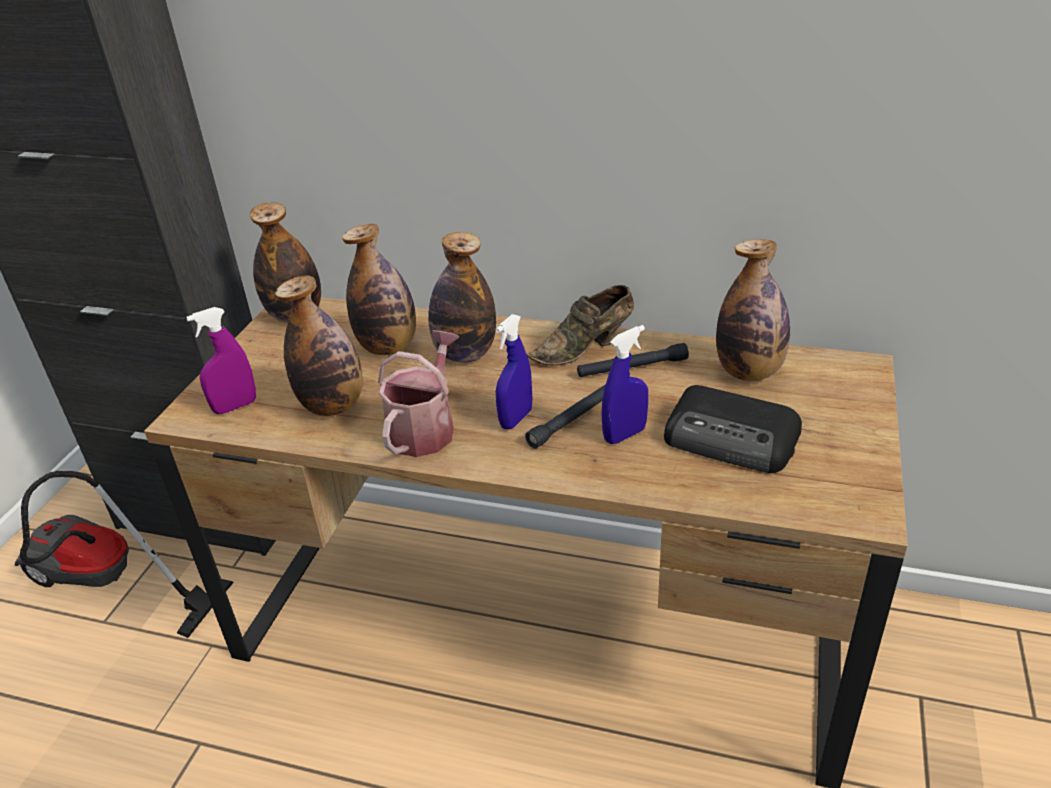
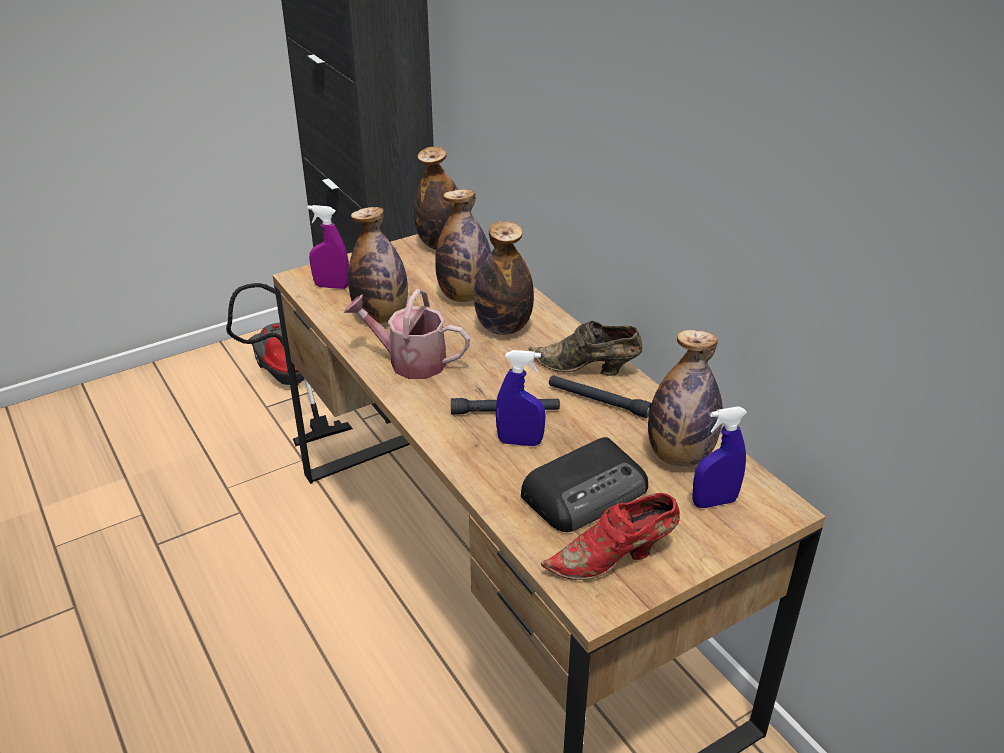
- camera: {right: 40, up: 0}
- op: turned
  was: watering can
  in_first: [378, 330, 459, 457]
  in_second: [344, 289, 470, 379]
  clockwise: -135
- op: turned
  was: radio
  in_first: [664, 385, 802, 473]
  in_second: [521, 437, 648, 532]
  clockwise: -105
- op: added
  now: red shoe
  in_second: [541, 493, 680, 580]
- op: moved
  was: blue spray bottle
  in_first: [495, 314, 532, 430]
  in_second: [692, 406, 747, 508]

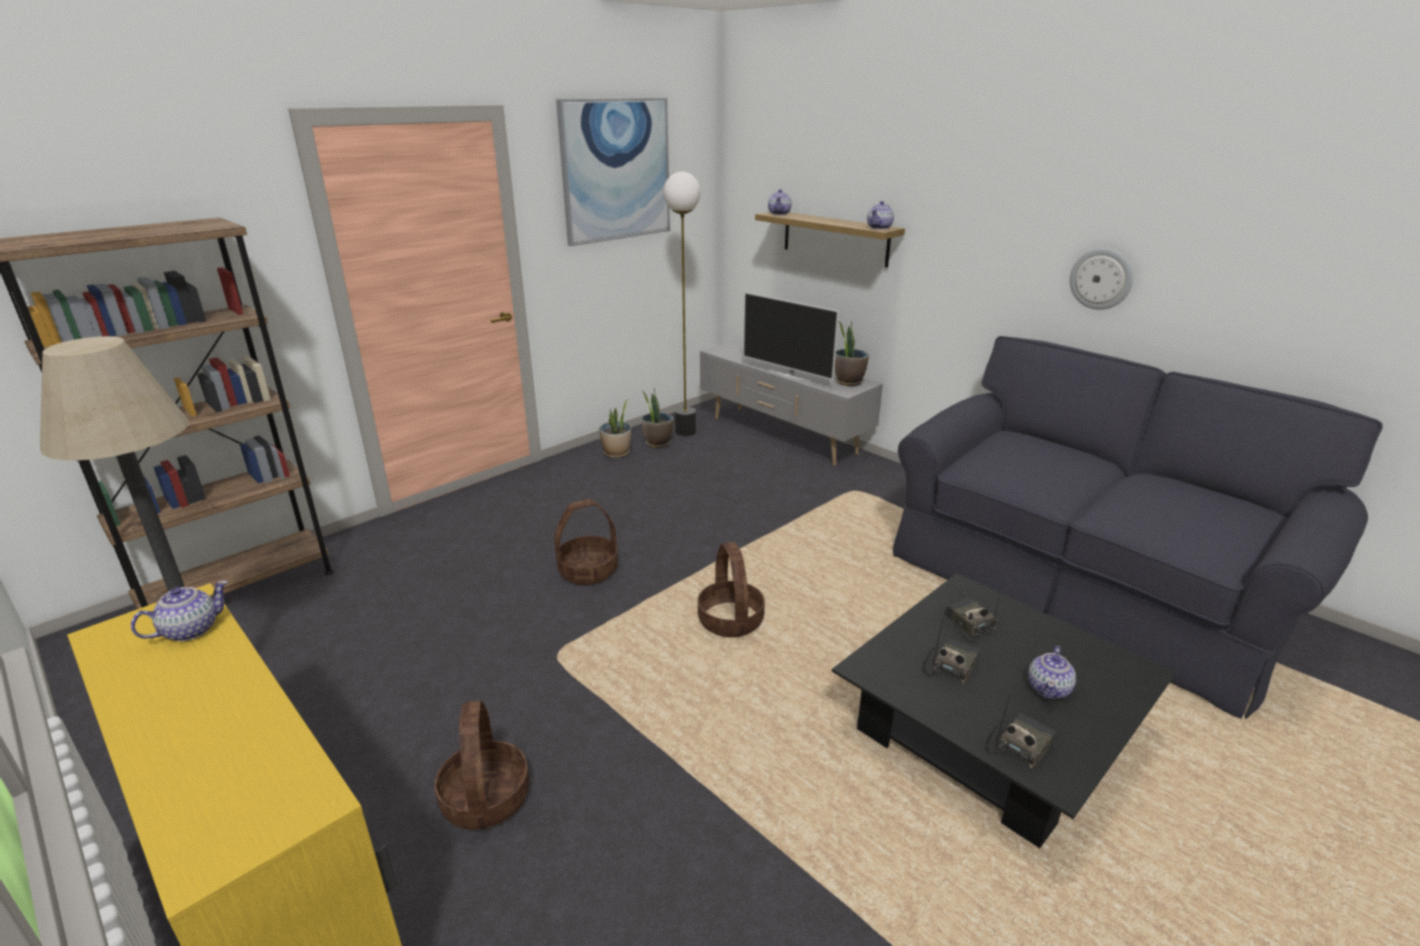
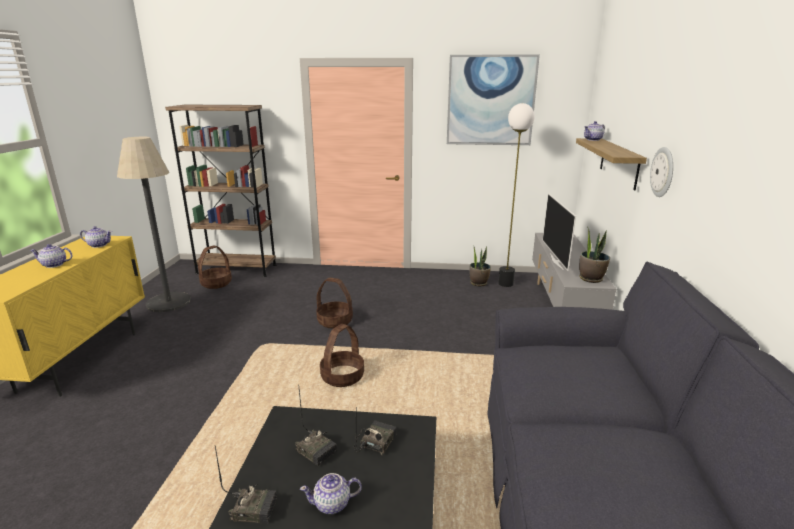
- camera: {right: 50, up: -5}
- op: moved
  was: teapot
  in_first: [867, 201, 894, 230]
  in_second: [30, 244, 72, 268]
- op: moved
  was: basket
  in_first: [435, 701, 530, 830]
  in_second: [198, 245, 232, 289]
- op: turned
  was: radio
  in_first: [922, 617, 980, 684]
  in_second: [295, 389, 337, 466]
  clockwise: 45
- op: moved
  was: wall clock
  in_first: [1070, 248, 1133, 310]
  in_second: [650, 147, 673, 197]
- op: removed
  was: potted plant
  in_first: [599, 399, 631, 458]

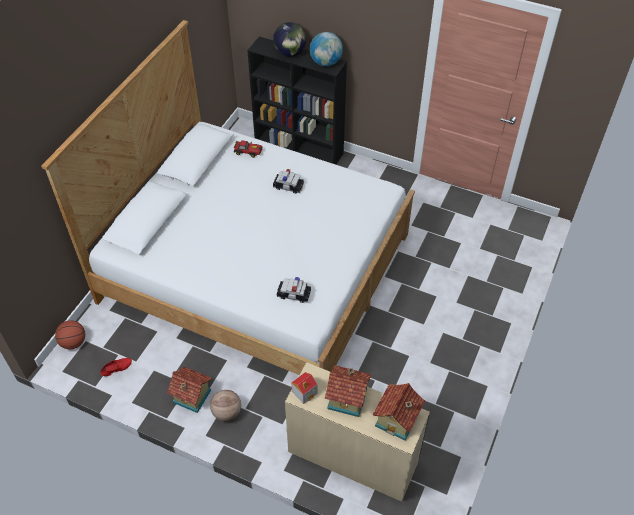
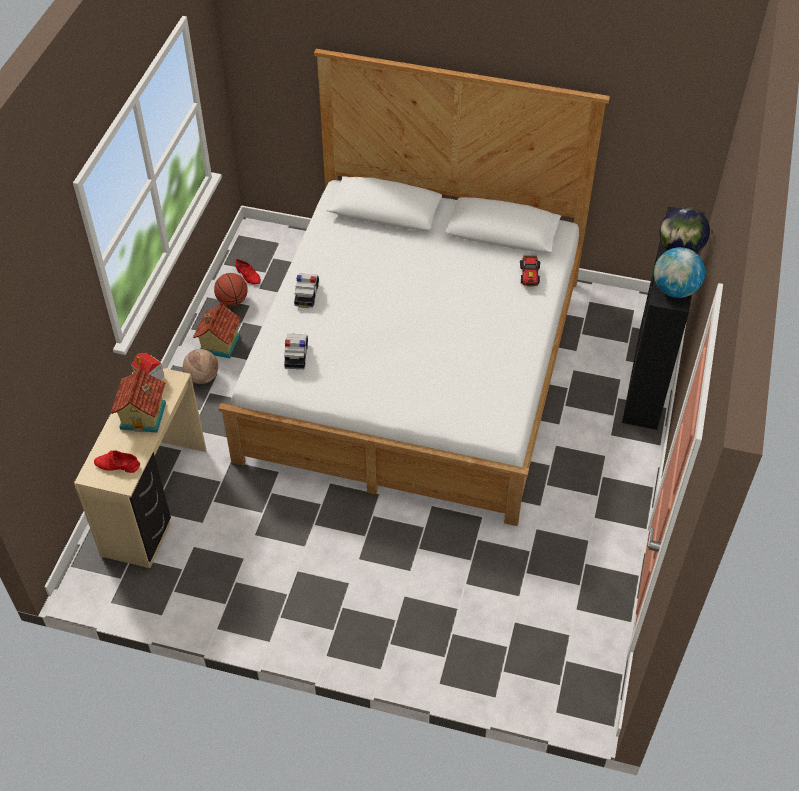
- camera: {right: 80, up: 0}
- op: replaced
  was: toy house
  now: red shoe
  in_first: [373, 383, 425, 441]
  in_second: [94, 451, 140, 473]
- op: moved
  was: basketball
  in_first: [55, 320, 85, 349]
  in_second: [214, 273, 248, 306]
- op: moved
  was: toy car
  in_first: [273, 169, 304, 193]
  in_second: [294, 273, 319, 308]

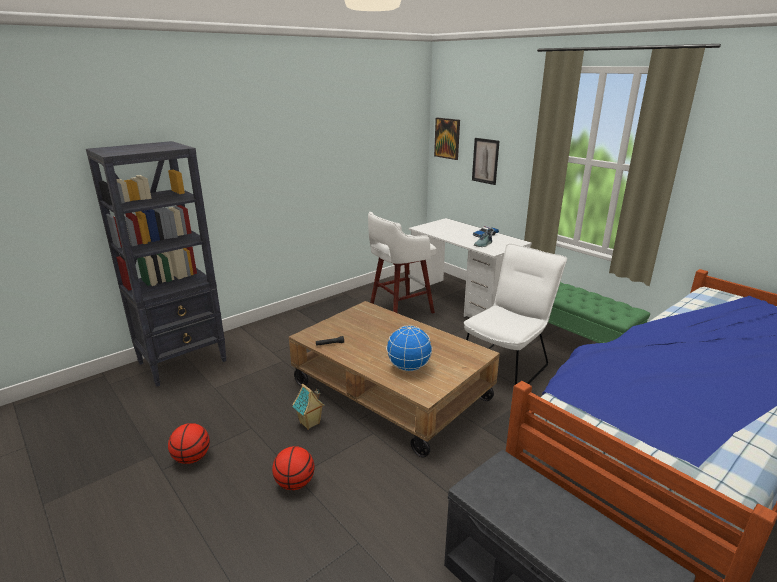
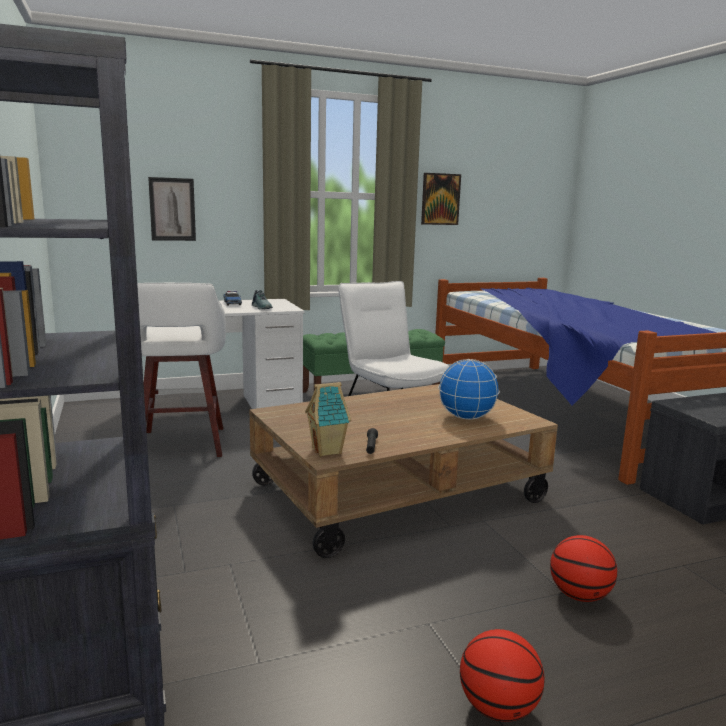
- camera: {right: -70, up: -10}
- op: moved
  was: toy house
  in_first: [292, 383, 325, 430]
  in_second: [305, 382, 351, 456]
- op: moved
  was: picture
  in_first: [434, 118, 460, 160]
  in_second: [421, 173, 461, 225]

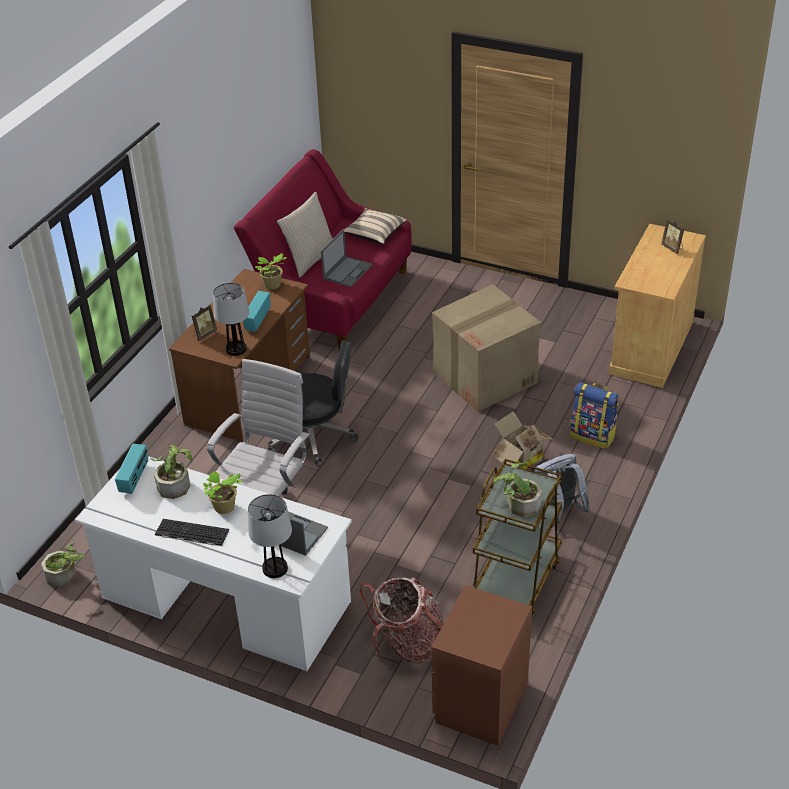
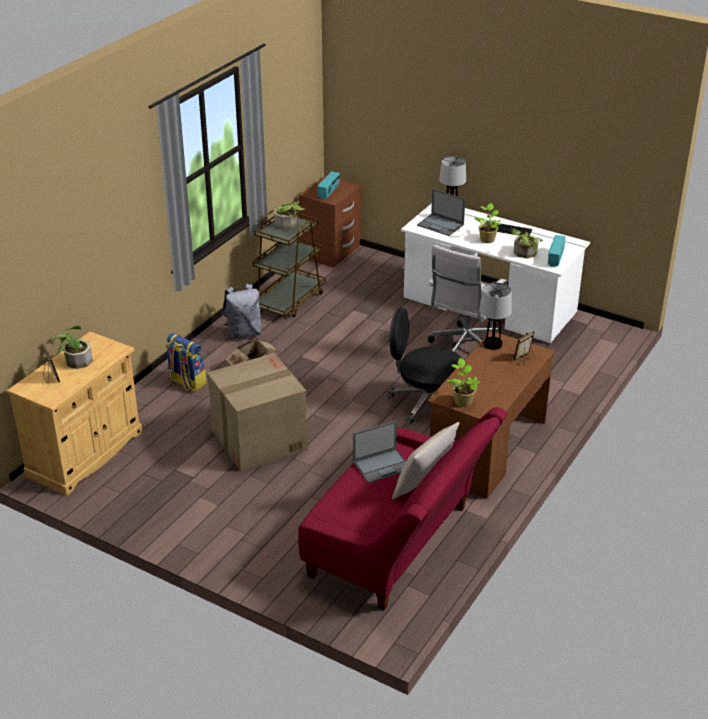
- camera: {right: -175, up: -5}
- op: moved
  was: potted plant
  in_first: [41, 542, 85, 587]
  in_second: [51, 325, 93, 369]
- op: moved
  was: radio
  in_first: [243, 291, 271, 332]
  in_second: [317, 171, 340, 199]
- op: turned
  was: laptop
  in_first: [321, 229, 373, 287]
  in_second: [353, 420, 406, 483]
  clockwise: -150
- op: removed
  was: beige pillow
  in_first: [344, 208, 407, 244]
- op: removed
  was: backpack
  in_first: [359, 577, 444, 668]

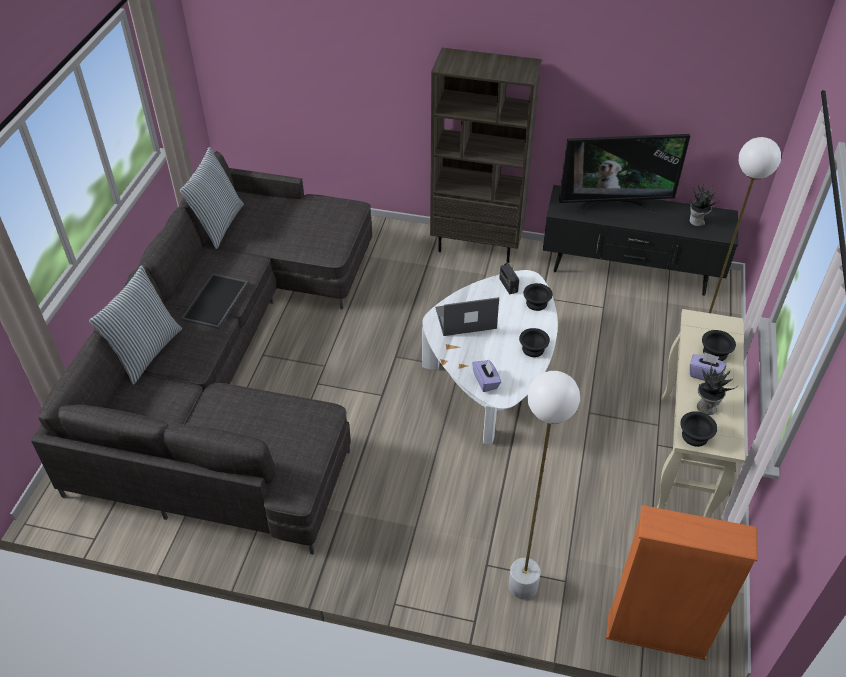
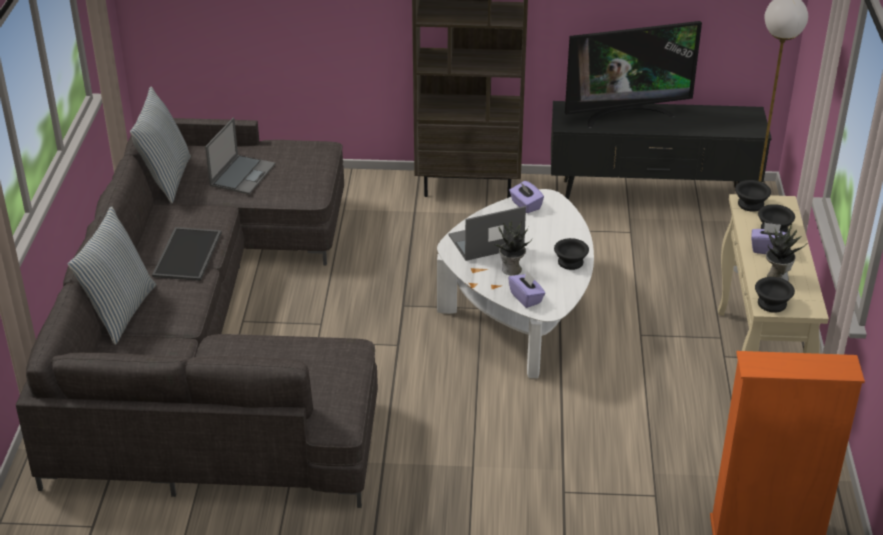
- camera: {right: -10, up: -10}
- op: added
  now: laptop
  in_second: [205, 118, 276, 194]
- op: moved
  was: potted plant
  in_first: [689, 184, 719, 226]
  in_second: [496, 221, 531, 275]
- op: replaced
  was: radio
  now: purple tissue box
  in_first: [499, 263, 519, 295]
  in_second: [509, 181, 544, 213]
- op: moved
  was: black bowl
  in_first: [523, 283, 553, 311]
  in_second: [735, 180, 771, 212]
- op: removed
  was: white floor lamp
  in_first: [508, 371, 580, 600]

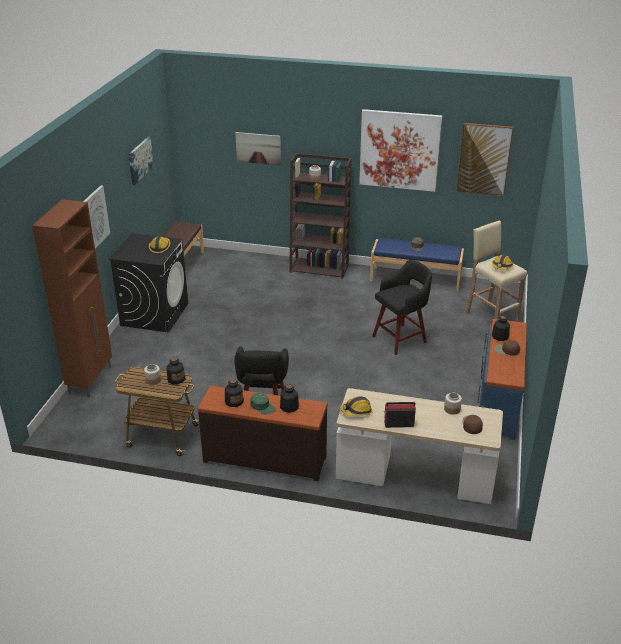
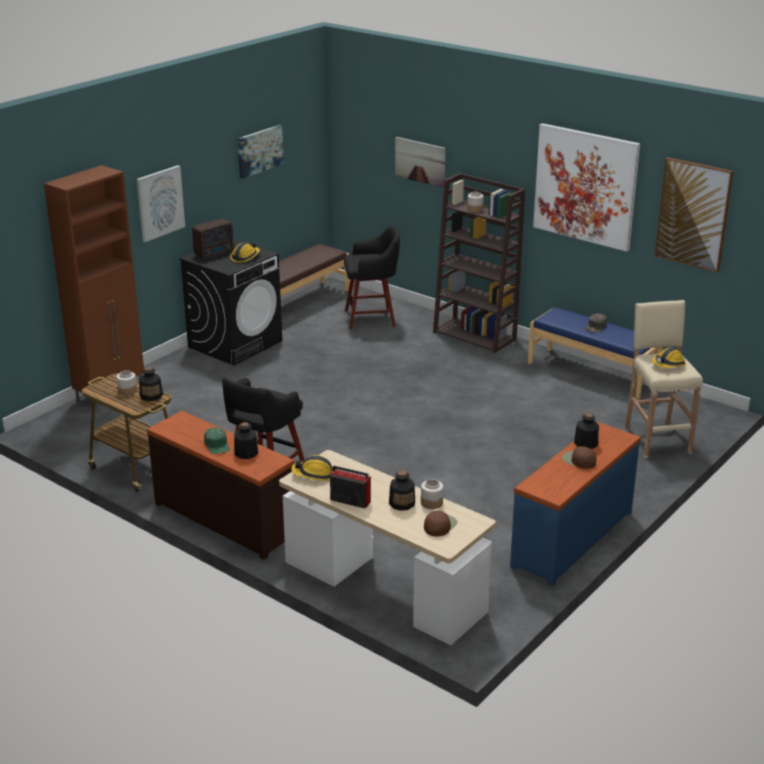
- camera: {right: 25, up: -5}
- op: added
  now: radio
  in_second: [192, 219, 234, 259]
- op: moved
  was: black stool
  in_first: [372, 260, 432, 355]
  in_second: [344, 226, 400, 329]
- op: moved
  was: bottle
  in_first: [225, 379, 244, 407]
  in_second: [389, 471, 415, 511]

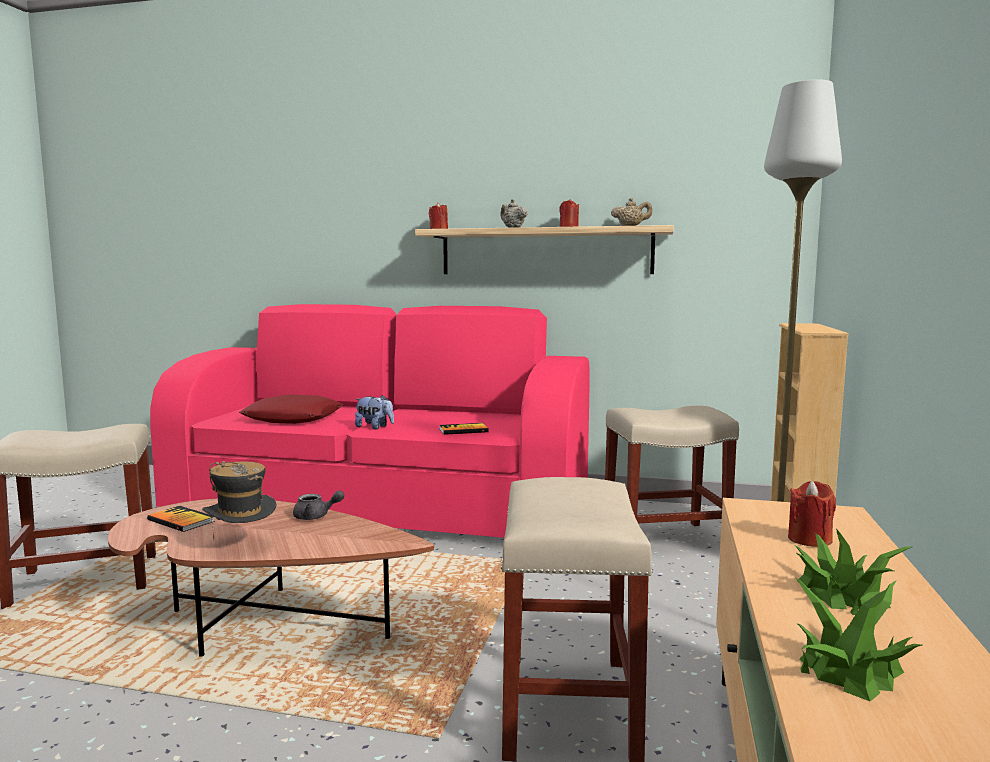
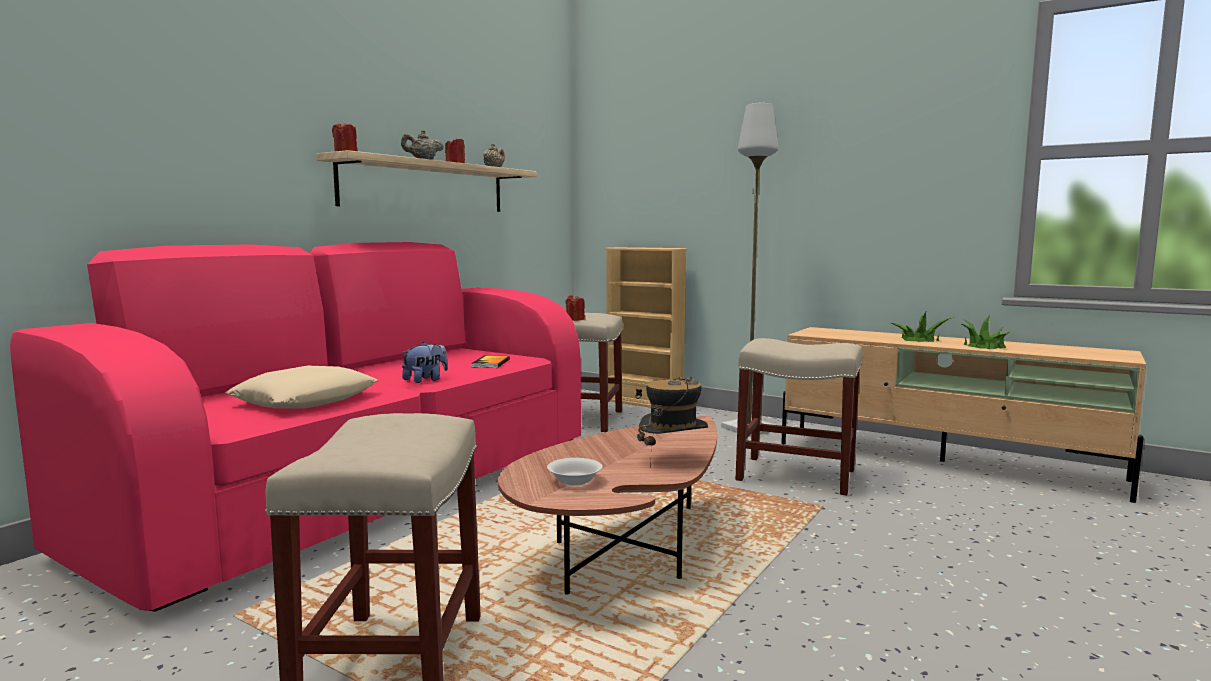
- camera: {right: -70, up: 0}
- op: recoloured
  was: red pillow
  now: beige pillow
  in_first: [239, 394, 344, 424]
  in_second: [226, 366, 378, 409]
- op: replaced
  was: book
  now: white bowl
  in_first: [147, 506, 215, 532]
  in_second: [547, 458, 602, 486]
- op: moved
  was: red candle
  in_first: [788, 481, 836, 547]
  in_second: [565, 294, 585, 321]
- op: removed
  was: grey teapot
  in_first: [293, 490, 344, 520]

